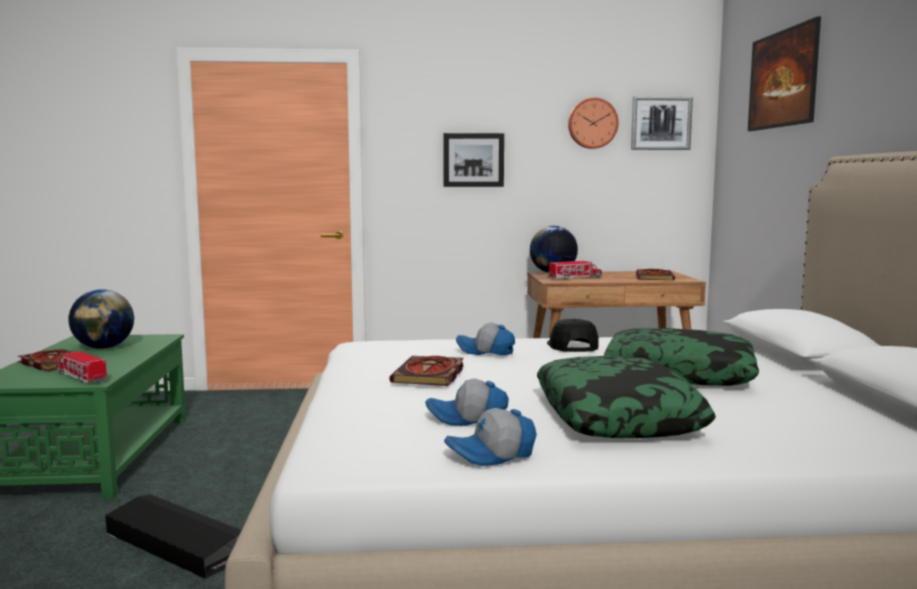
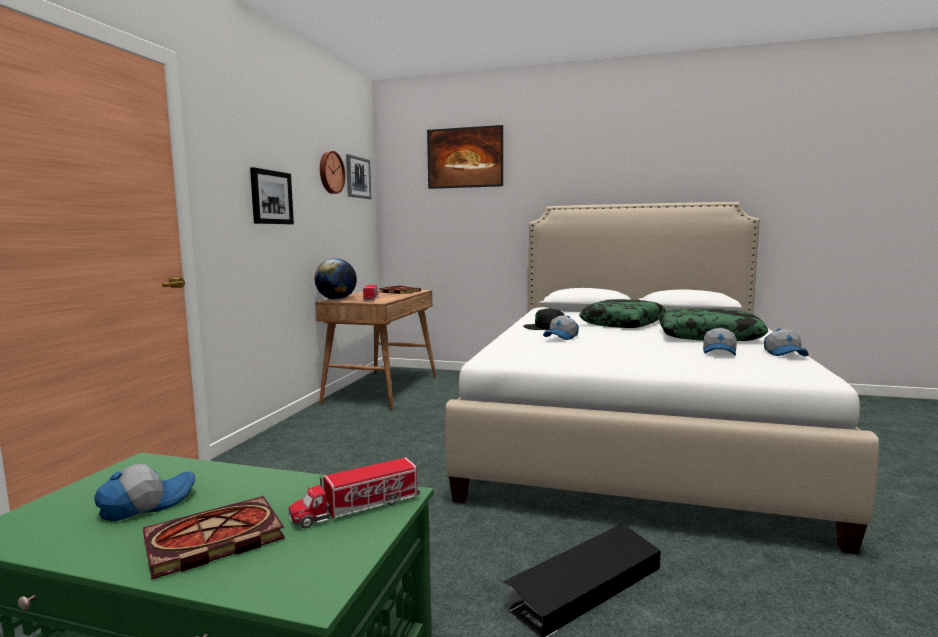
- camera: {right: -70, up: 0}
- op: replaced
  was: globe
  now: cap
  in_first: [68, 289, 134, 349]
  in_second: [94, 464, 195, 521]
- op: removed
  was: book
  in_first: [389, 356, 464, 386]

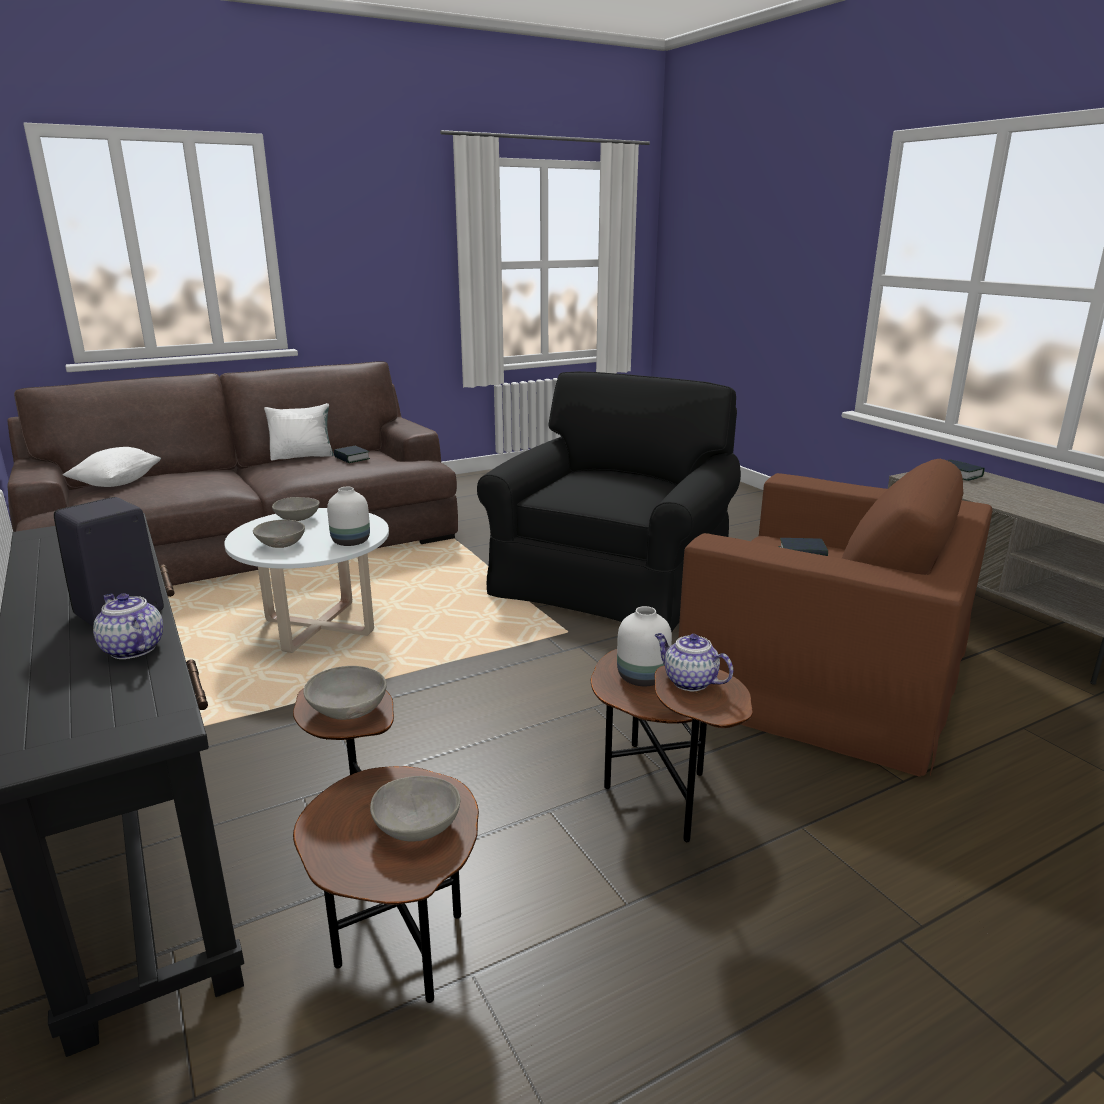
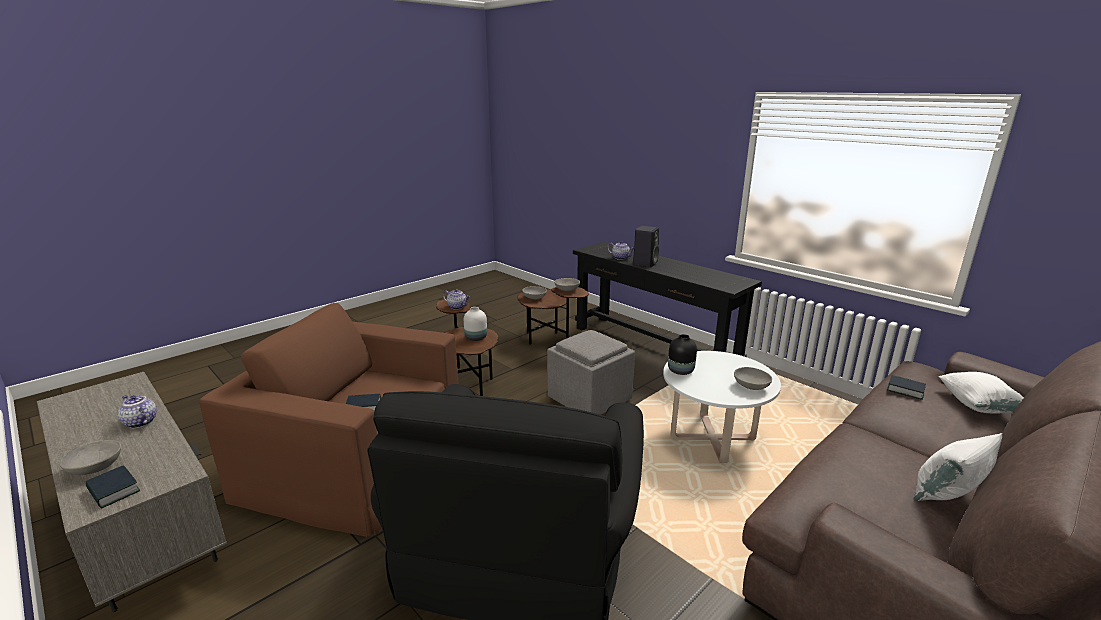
- camera: {right: 165, up: 0}
- op: moved
  was: grey bowl
  in_first: [253, 520, 305, 548]
  in_second: [60, 440, 121, 475]
- op: added
  now: teapot
  in_second: [118, 395, 157, 428]
- op: added
  now: grey ottoman
  in_second: [547, 330, 635, 415]
- op: recoloured
  was: white vase
  now: black vase
  in_first: [327, 487, 370, 546]
  in_second: [668, 334, 697, 375]
- op: moved
  was: book
  in_first: [334, 446, 370, 463]
  in_second: [887, 375, 926, 400]

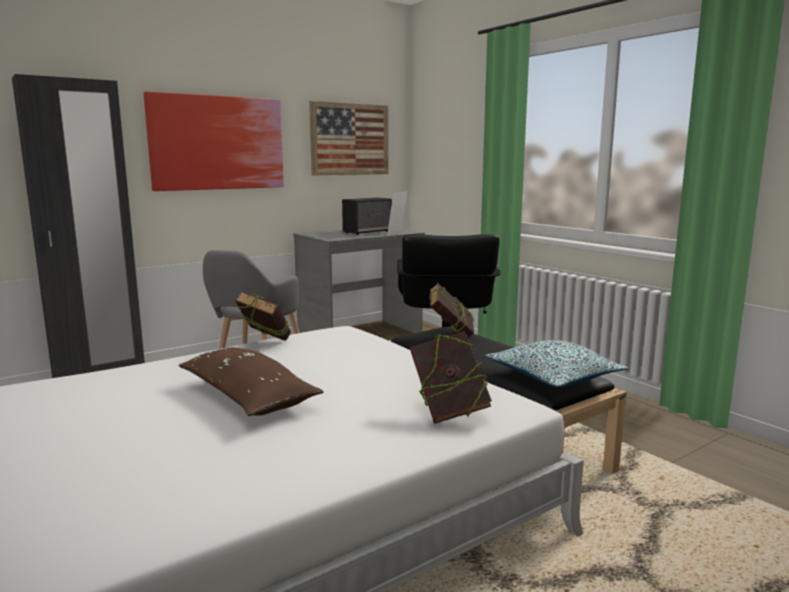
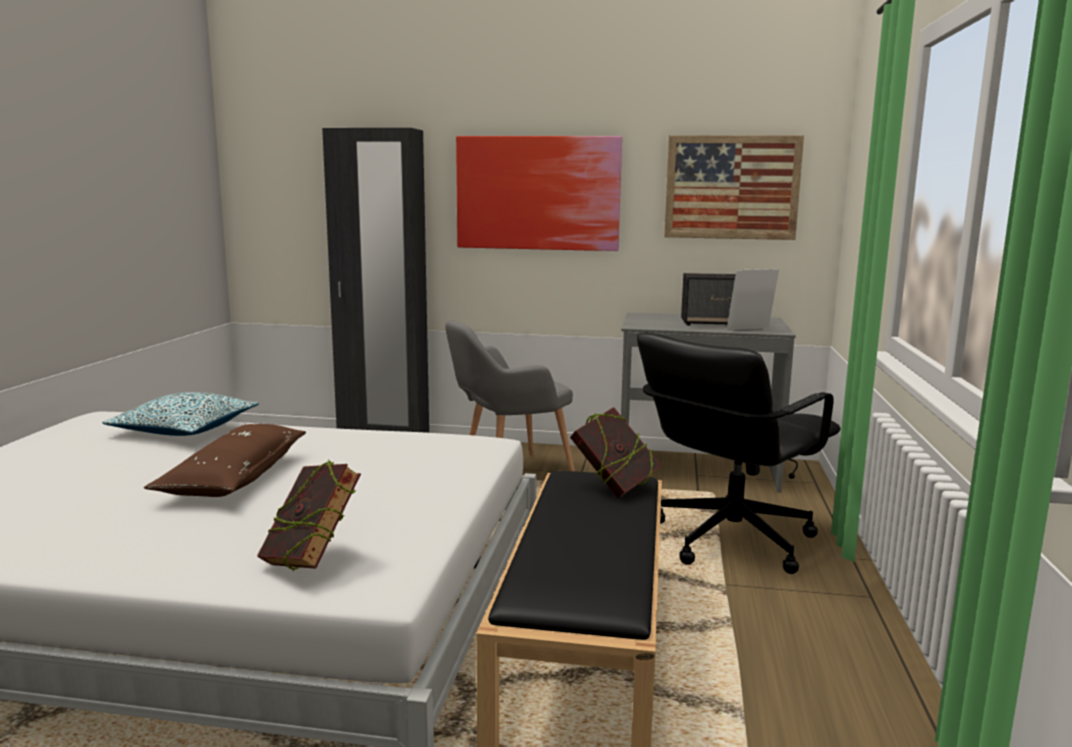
- camera: {right: 45, up: 0}
- op: moved
  was: pillow
  in_first: [485, 340, 629, 387]
  in_second: [102, 392, 259, 436]
- op: removed
  was: book
  in_first: [235, 291, 291, 341]

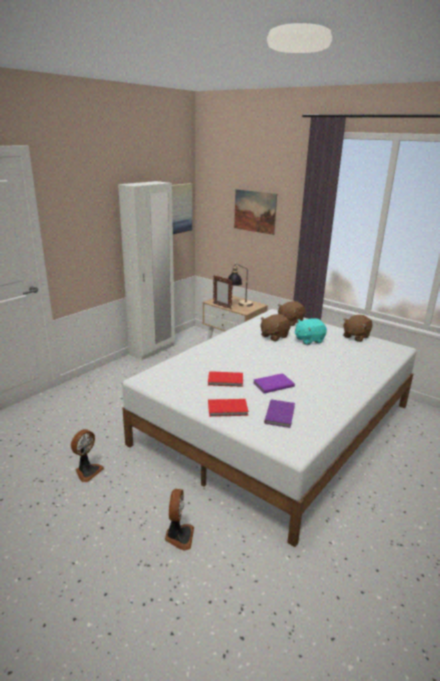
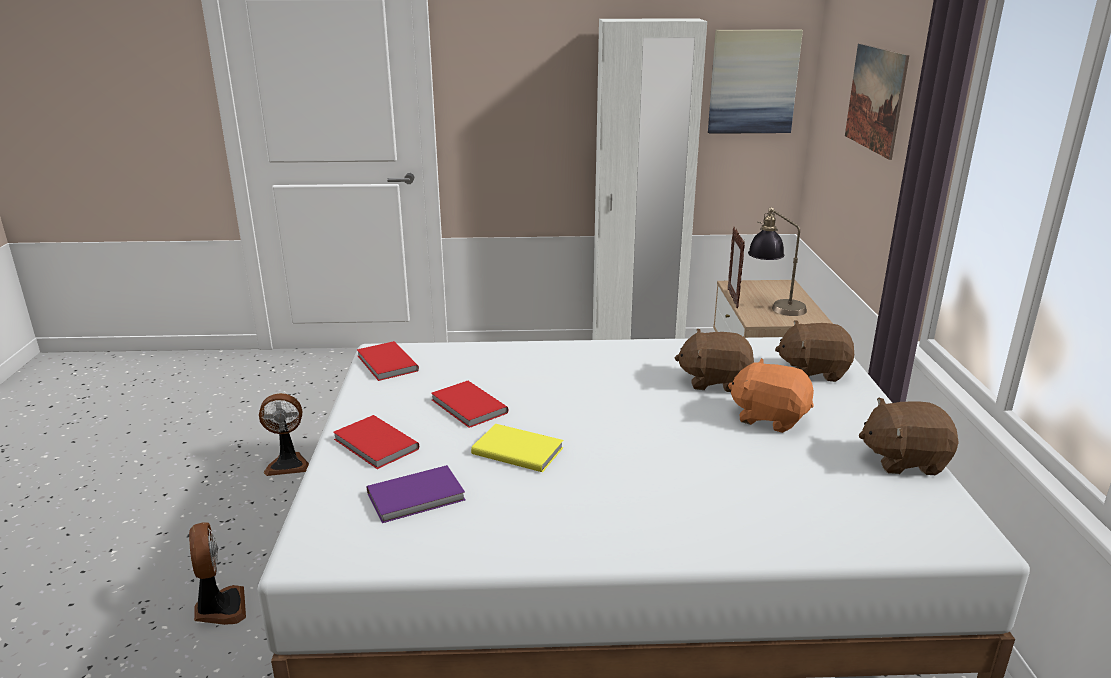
- camera: {right: 50, up: 0}
- op: turned
  was: fan
  in_first: [165, 489, 194, 551]
  in_second: [189, 523, 246, 625]
  clockwise: -75
- op: added
  now: red book
  in_second: [357, 341, 419, 381]
- op: recoloured
  was: purple book
  now: yellow book
  in_first: [253, 373, 295, 393]
  in_second: [471, 424, 564, 472]
- op: recoloured
  was: turquoise plush toy
  now: orange plush toy
  in_first: [295, 318, 327, 345]
  in_second: [728, 358, 814, 433]

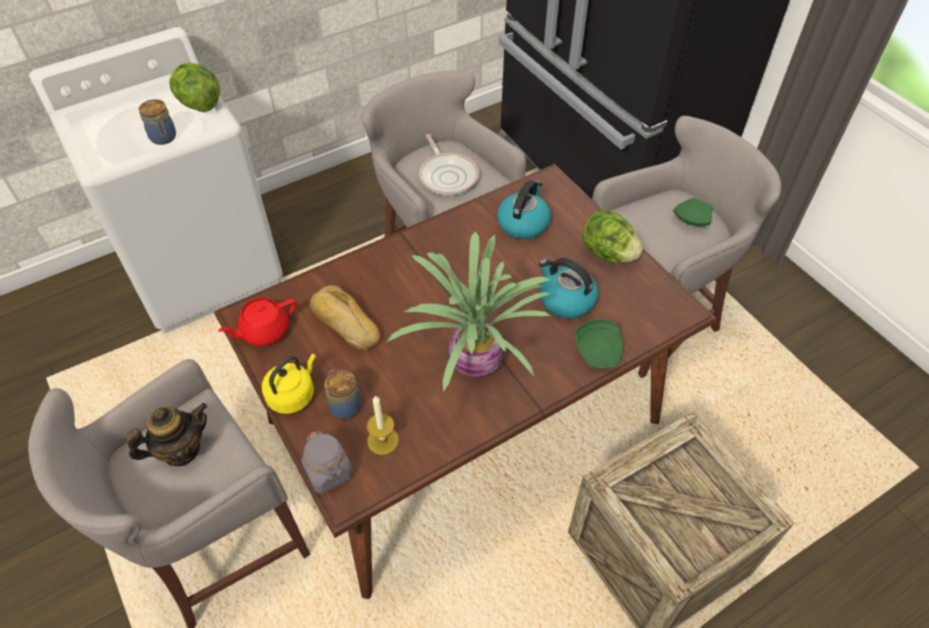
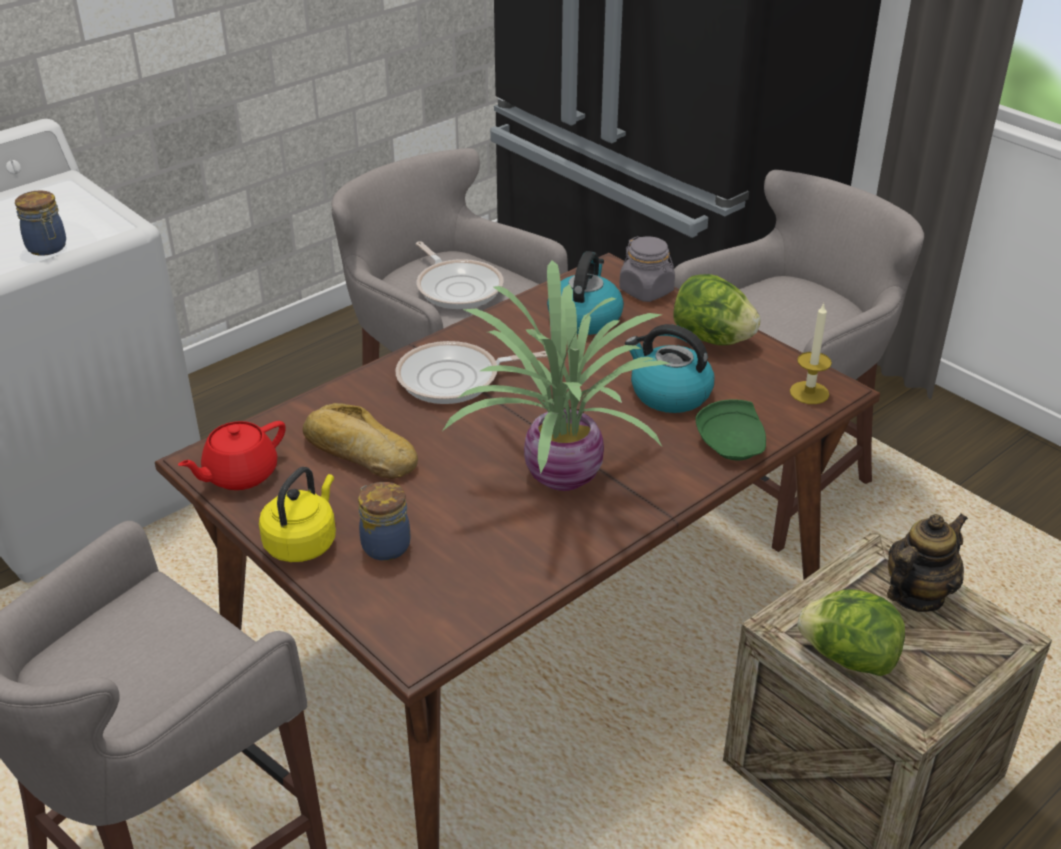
- camera: {right: -10, up: -15}
- op: added
  now: frying pan
  in_second: [395, 341, 547, 404]
- op: moved
  was: grey jar
  in_first: [301, 431, 353, 494]
  in_second: [619, 236, 675, 302]
- op: moved
  was: candle
  in_first: [367, 395, 399, 455]
  in_second: [790, 303, 832, 404]
- op: moved
  was: lettuce
  in_first: [169, 62, 220, 112]
  in_second: [797, 589, 905, 676]
- op: moved
  was: teapot
  in_first: [125, 403, 207, 466]
  in_second: [887, 514, 968, 612]
- op: removed
  was: green plate
  in_first: [673, 198, 713, 226]

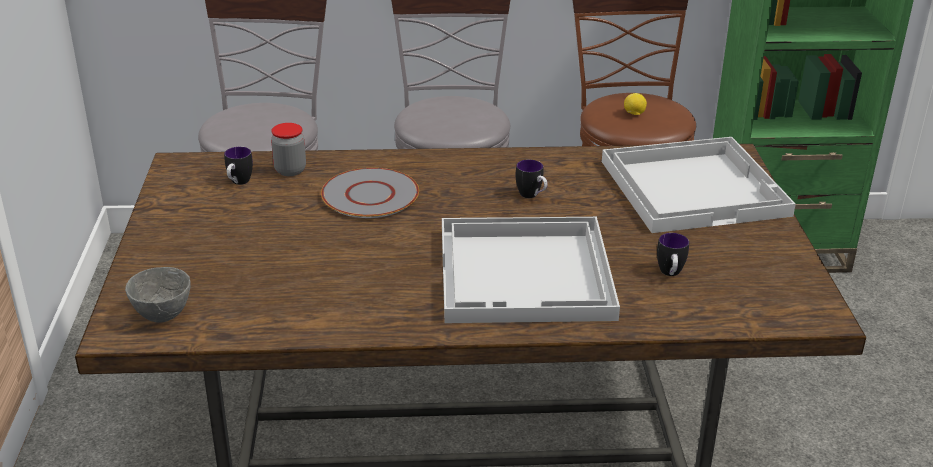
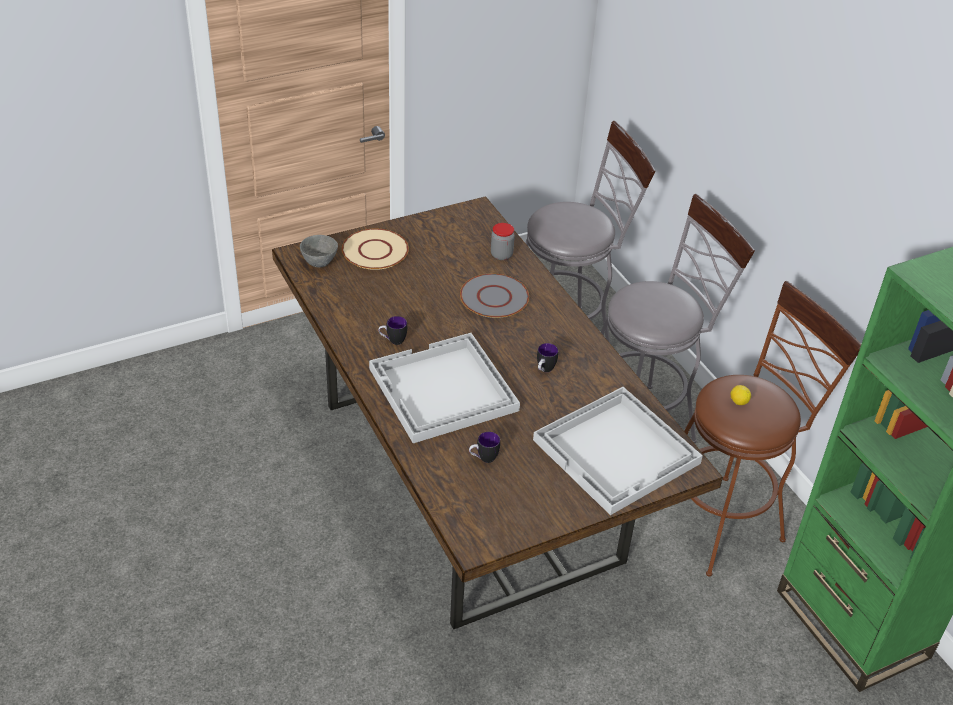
- camera: {right: 65, up: 10}
- op: added
  now: beige plate
  in_second: [342, 229, 409, 270]
- op: moved
  was: mug
  in_first: [224, 147, 253, 185]
  in_second: [378, 316, 407, 345]

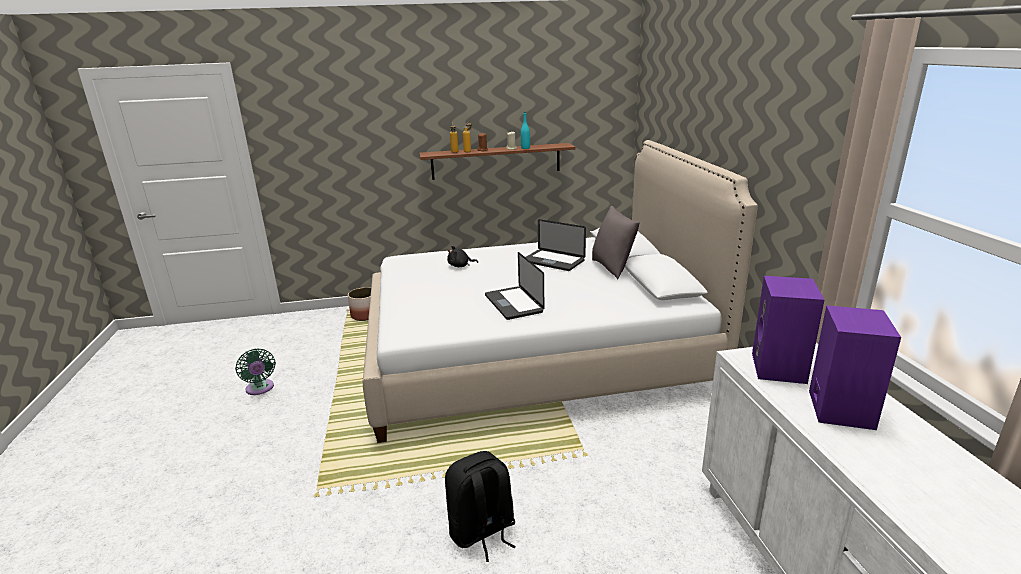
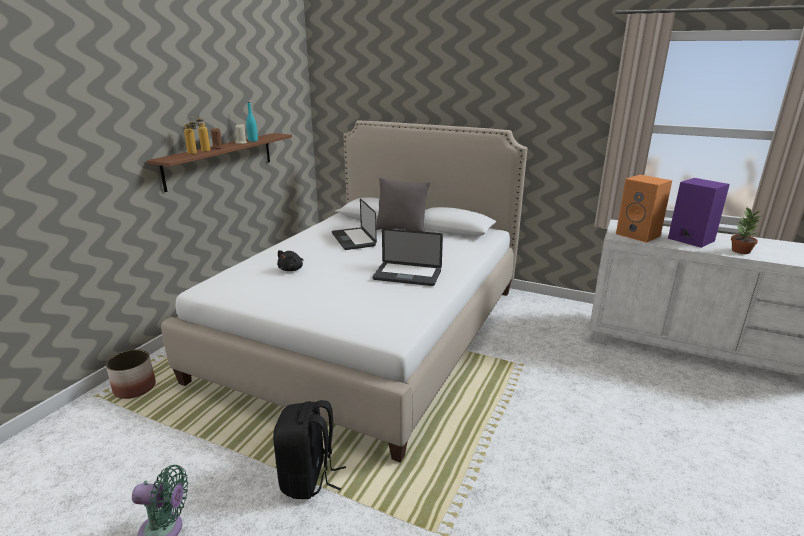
- camera: {right: -55, up: 0}
- op: moved
  was: black backpack
  in_first: [445, 451, 516, 562]
  in_second: [273, 400, 346, 499]
- op: turned
  was: laptop
  in_first: [526, 219, 586, 271]
  in_second: [332, 198, 377, 250]
  clockwise: 90
- op: recoloured
  was: purple speaker
  now: orange speaker
  in_first: [752, 276, 824, 384]
  in_second: [616, 175, 672, 243]
- op: added
  now: potted plant
  in_second: [731, 207, 762, 254]

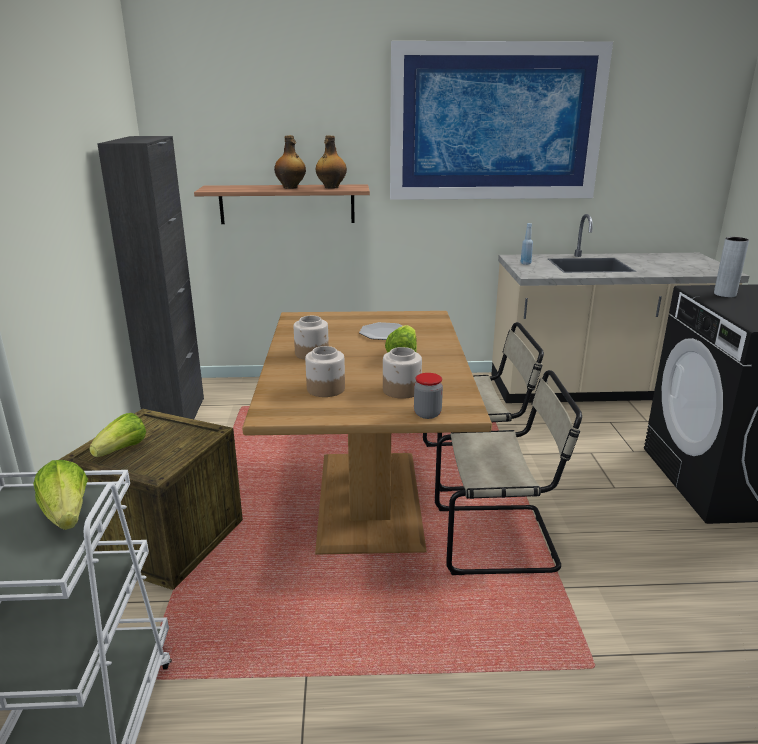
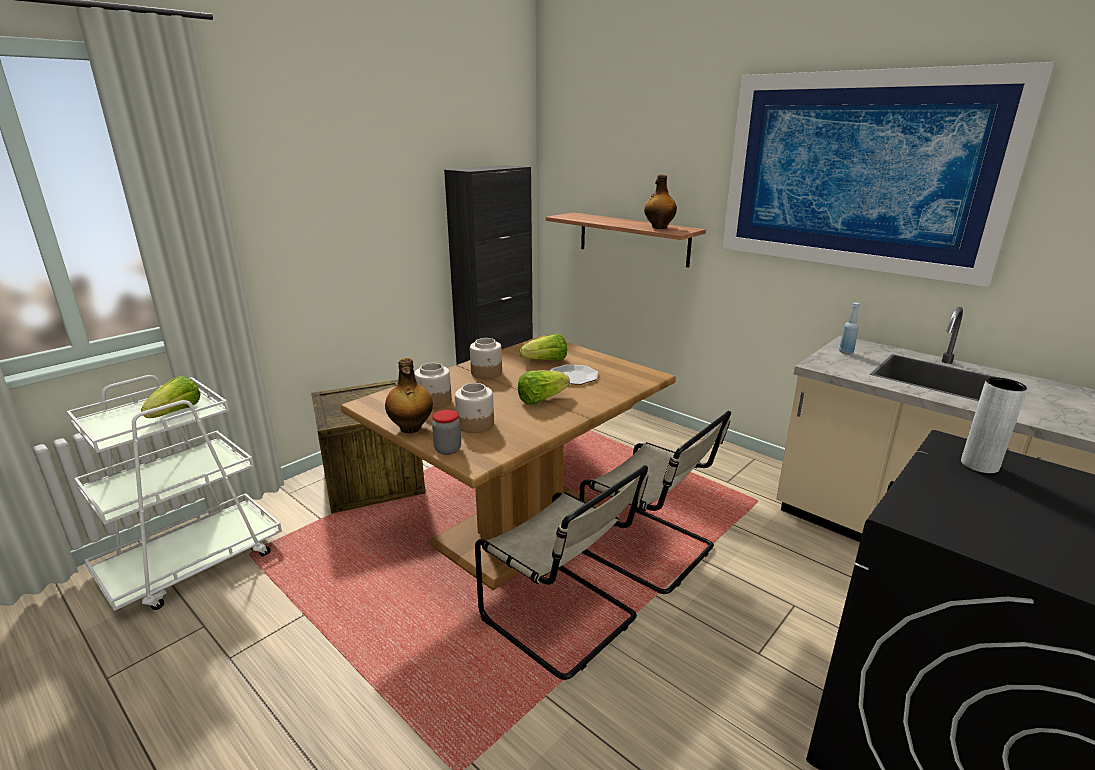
- camera: {right: 45, up: 0}
- op: moved
  was: bottle
  in_first: [274, 135, 306, 189]
  in_second: [385, 358, 433, 433]
- op: moved
  was: lettuce
  in_first: [89, 413, 146, 457]
  in_second: [520, 334, 567, 361]

